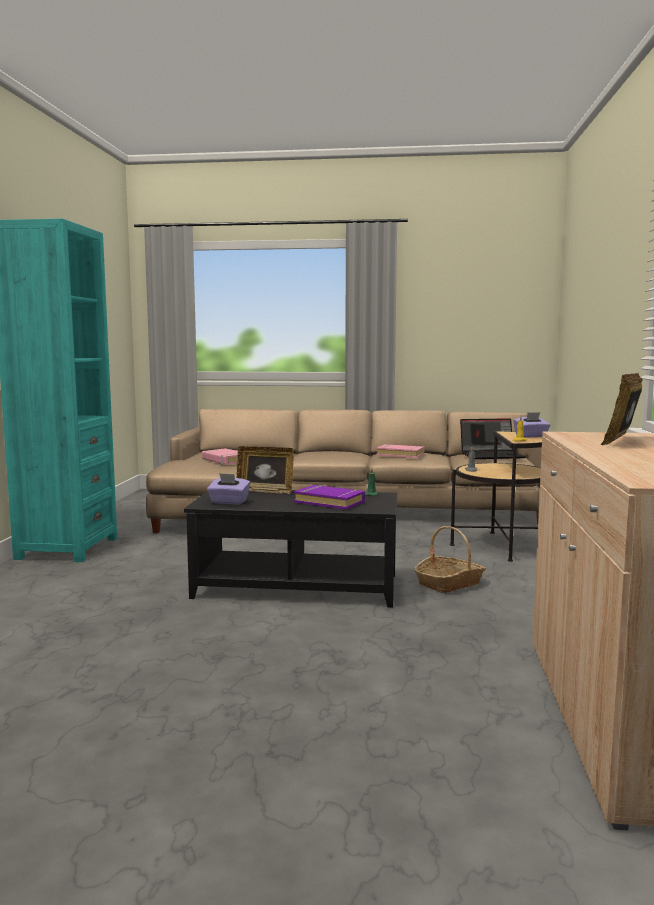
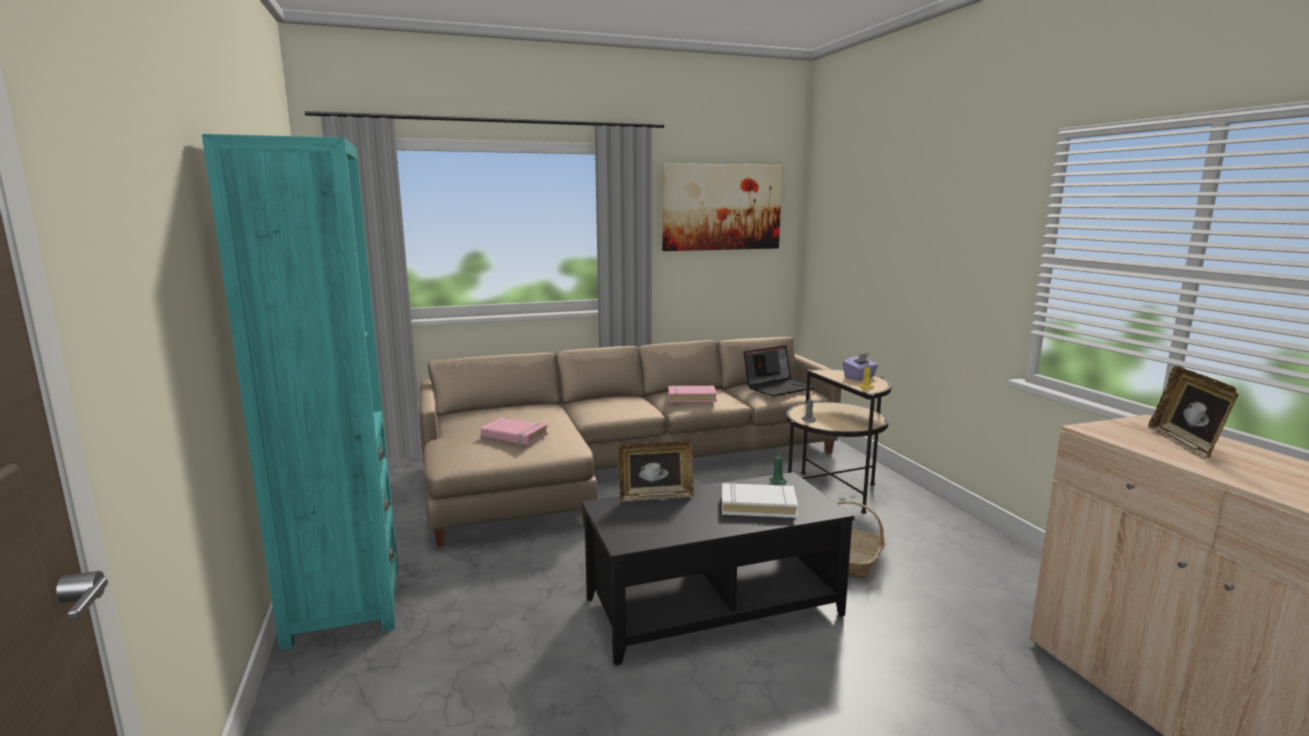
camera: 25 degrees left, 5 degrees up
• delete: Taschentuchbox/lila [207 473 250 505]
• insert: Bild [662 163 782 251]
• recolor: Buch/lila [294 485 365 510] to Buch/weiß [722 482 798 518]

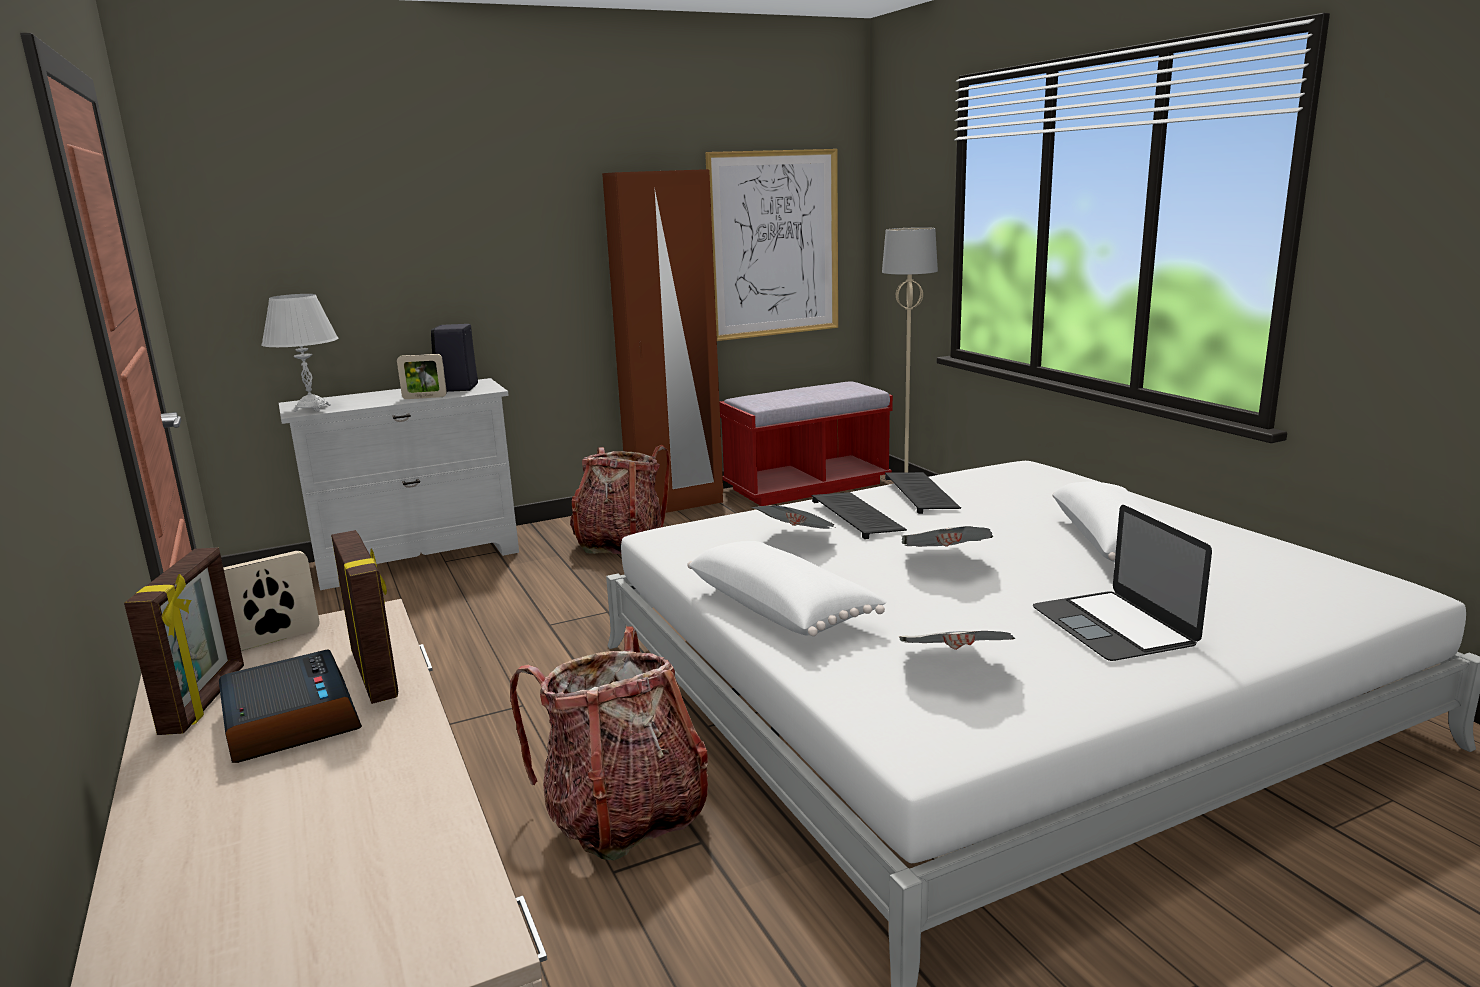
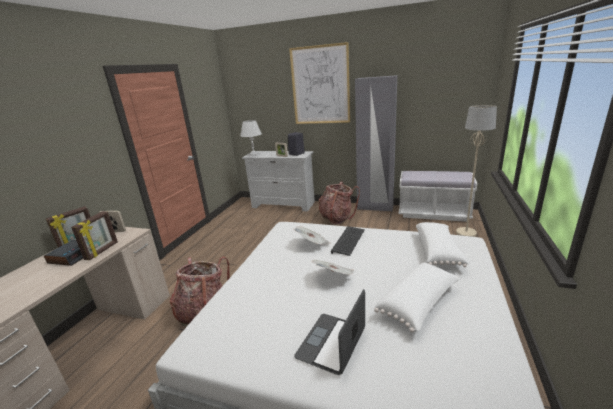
camera: 45 degrees right, 5 degrees up
• delete: Tastatur [885 472 961 514]
• delete: Zeitung [899 631 1016 650]
• move: Kissen/weiß [687 541 887 636] to [416 222 470 267]
• move: Bild [705 149 838 341] to [289 42 350 124]
• recolor: Kleiderschrank/braun [602 169 723 514] to Kleiderschrank/grau [355 75 397 212]
• recolor: Bank/rot [719 381 893 506] to Bank/weiß [399 171 477 222]

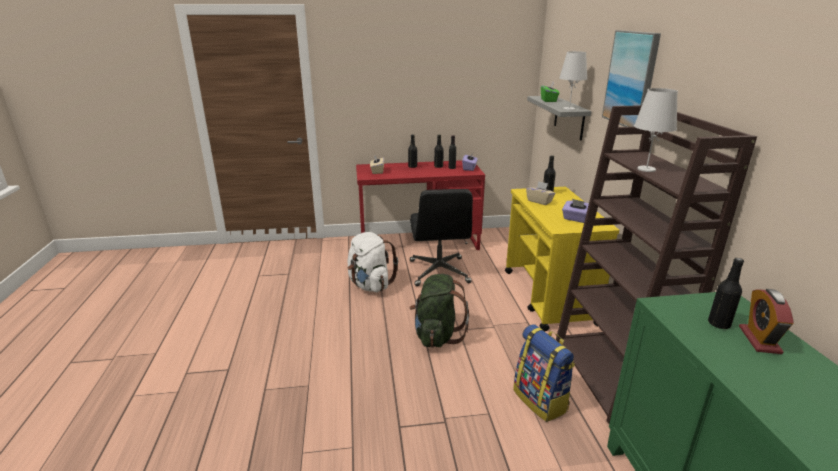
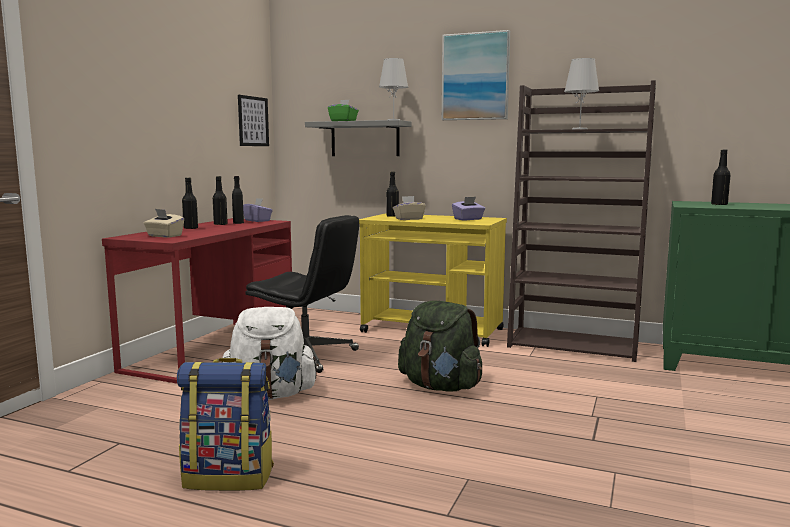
camera: 60 degrees left, 15 degrees down
• delete: Wecker [739 289 794 354]
• insert: Bild [238 95 269 146]
• move: Rucksack [513 324 575 422] to [177 358 274 491]

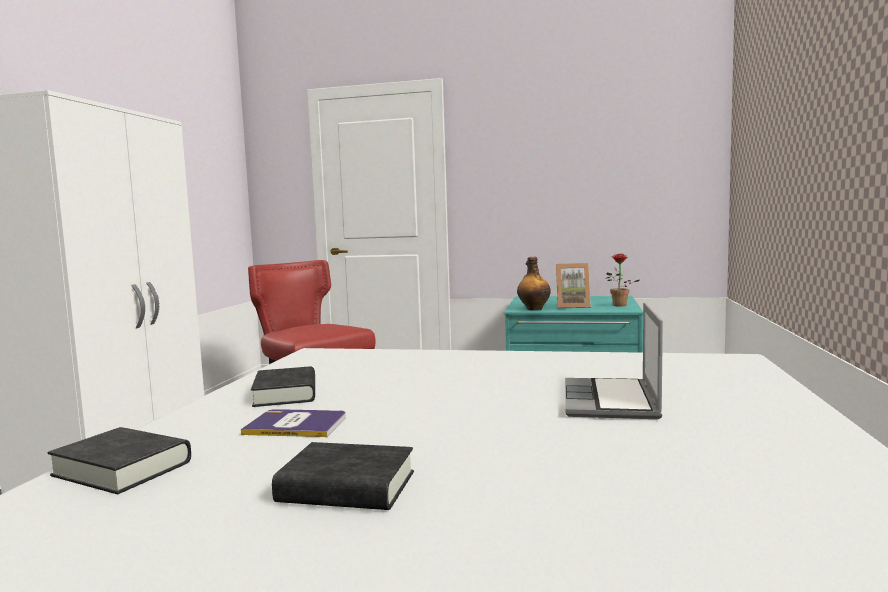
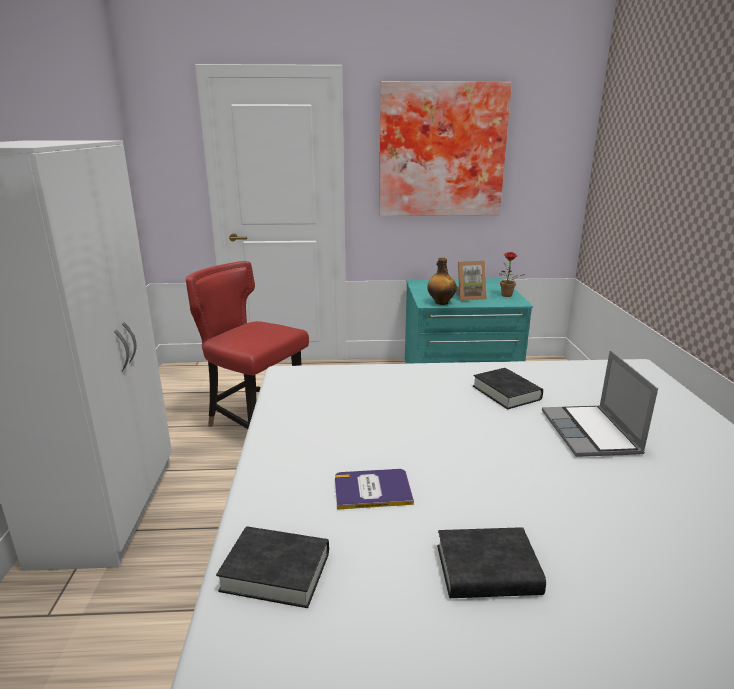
camera: 15 degrees left, 15 degrees up
• insert: Bild [379 81 512 216]
• move: Buch/schwarz [251 367 315 407] to [473 368 543 409]

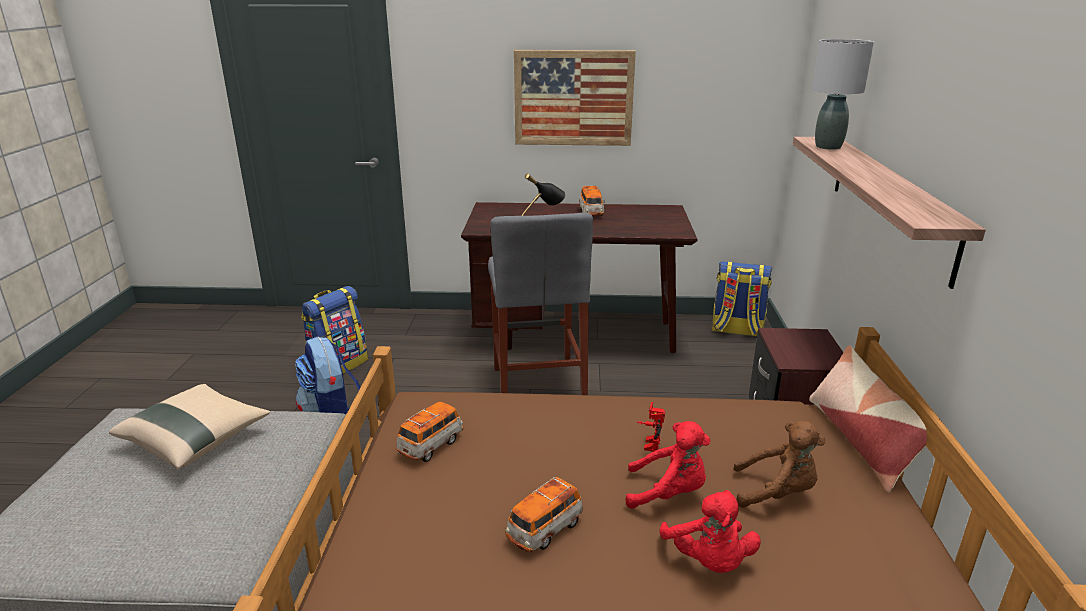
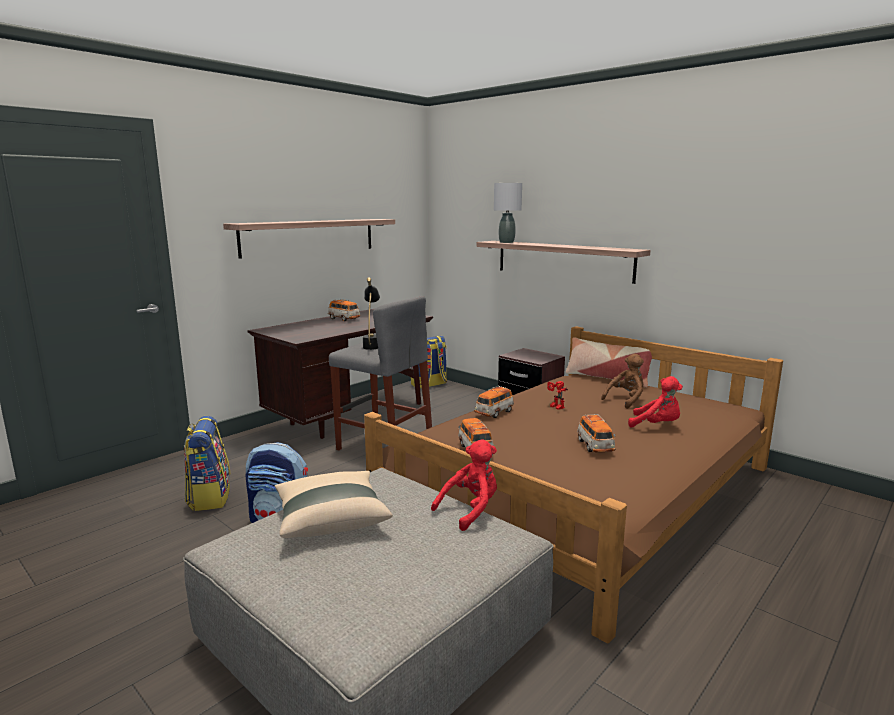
camera: 50 degrees left, 10 degrees down
• insert: Spielzeugauto [474 385 514 418]
• move: Plüschtier/rot [626 421 710 509] to [431 439 497 531]
• replace: Bild [514 50 636 146] to Wandregal [223 219 395 259]

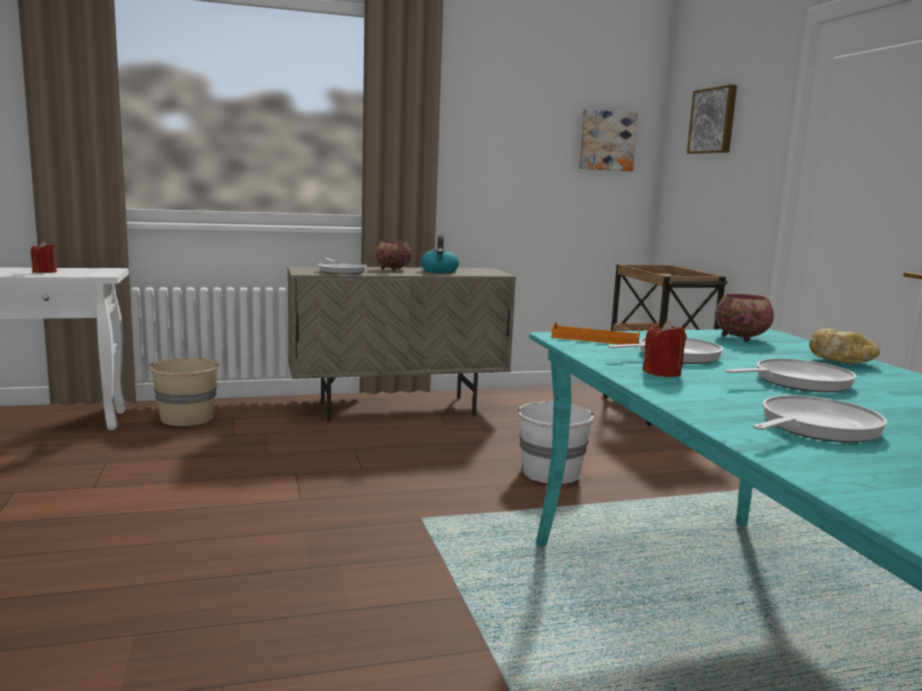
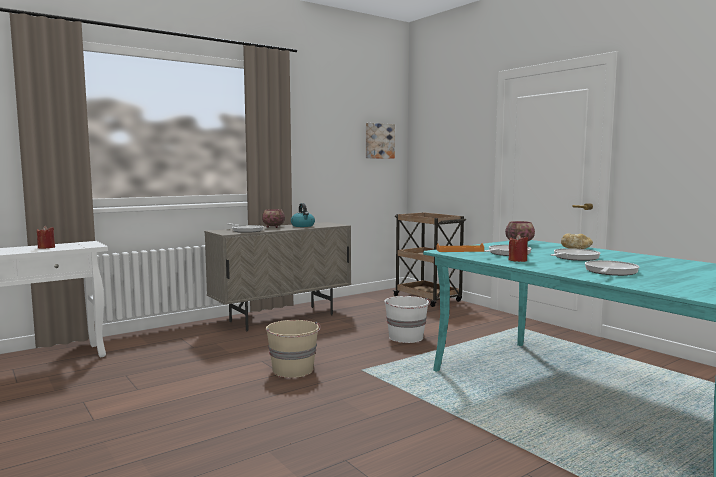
camera: 20 degrees left, 5 degrees down
• delete: Bild [687 84 737 154]
• move: Eimer/beige [148 358 219 426] to [266 320 321 378]

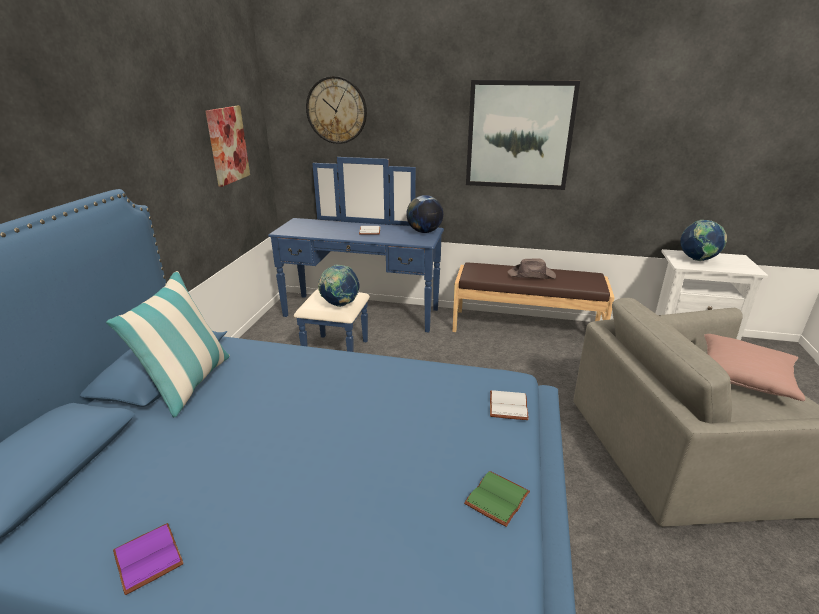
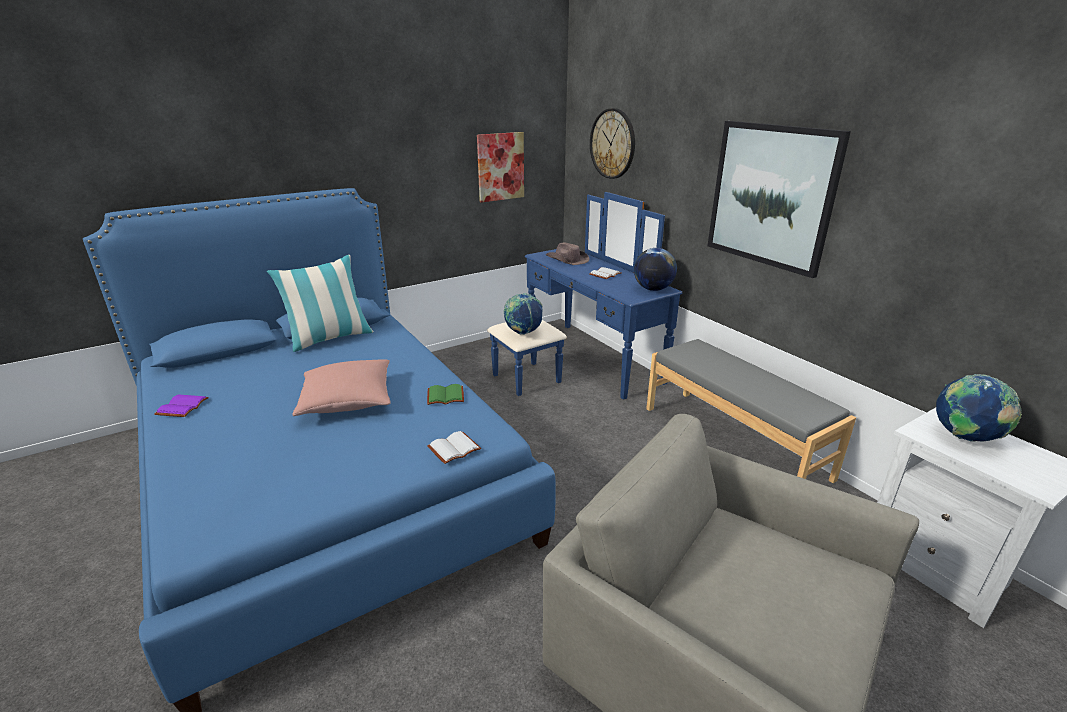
camera: 45 degrees right, 0 degrees up
• move: Buch/grün [464 471 530 527] to [427 384 464 405]
• move: Hut/braun [508 258 556 279] to [545 242 590 265]
• move: Kissen/rosa [704 334 806 401] to [292 359 391 416]
• recolor: Bank/braun [452 262 615 332] to Bank/grau [646 339 856 483]

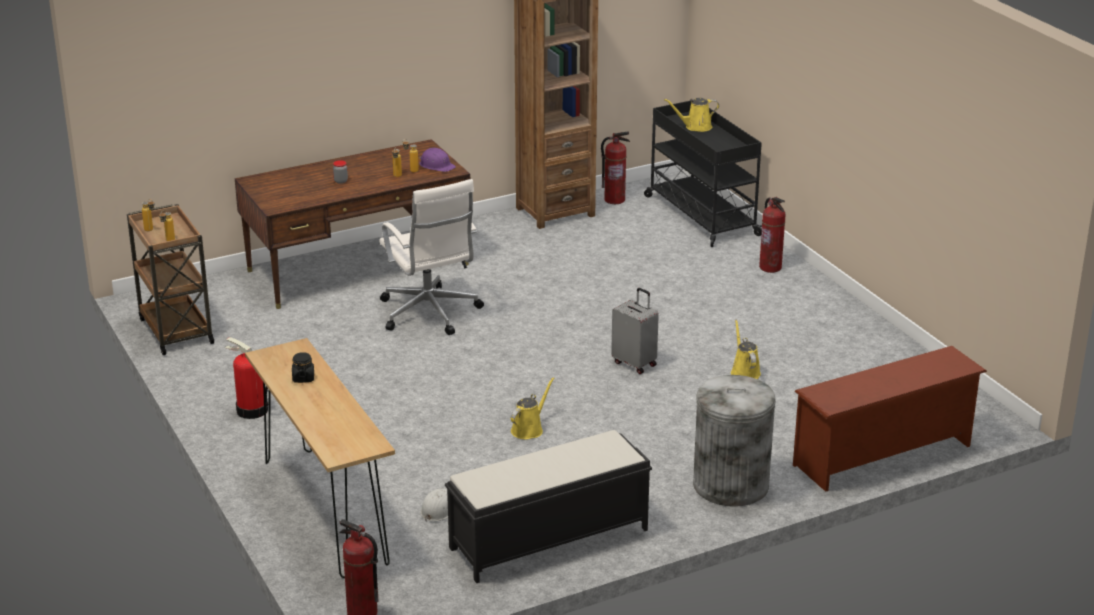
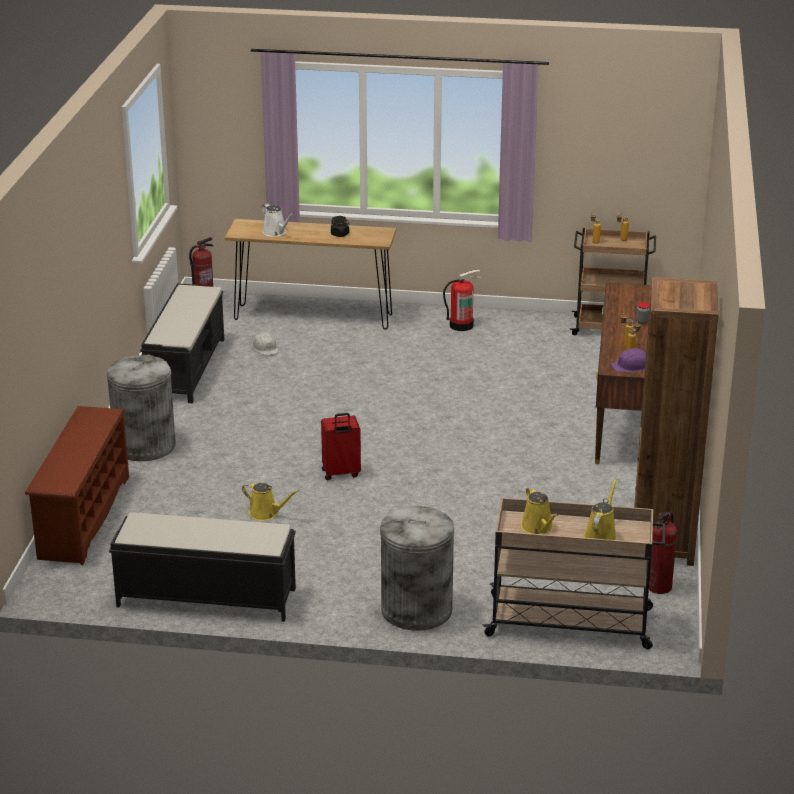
camera: 125 degrees right, 0 degrees up
• delete: Bürostuhl/weiß [379 179 484 335]
• insert: Bank/schwarz [109 512 296 622]
• insert: Gießkanne/weiß [262 203 294 237]
• move: Gießkanne/gelb [511 377 555 439] to [521 487 558 534]
• replace: Feuerlöscher [759 197 785 273] to Mülleimer/grau [380 506 454 631]
• recolor: Koffer/grau [611 288 659 374] to Koffer/rot [321 413 361 480]
• recolor: Rollwagen/schwarz [644 101 762 247] to Rollwagen/beige [483 498 665 650]

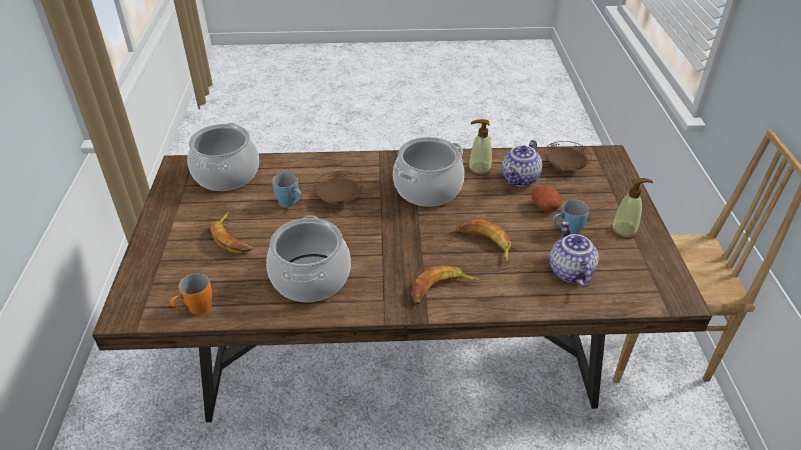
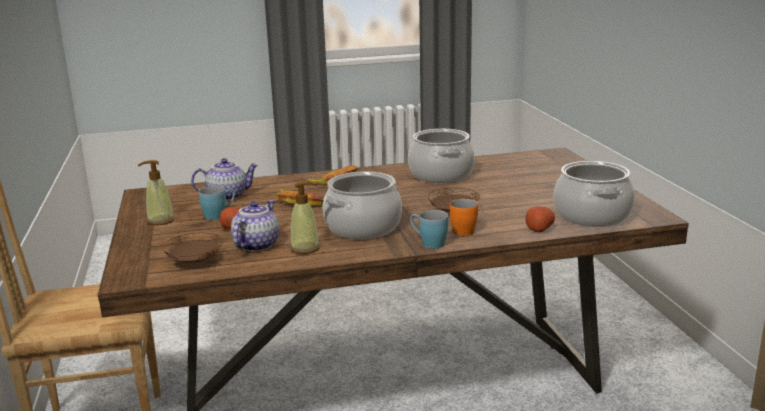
camera: 170 degrees right, 20 degrees down
• delete: Banane [210 212 252 254]
• insert: Kartoffel [525 206 555 232]
• move: Henkelbecher/orange [170 273 212 314] to [450 199 478 236]
• move: Henkelbecher/blau [272 172 302 207] to [410 210 448 249]
• rotate: Teekanne [550 221 599 288] = [191 158 258 201] 90 degrees counterclockwise

